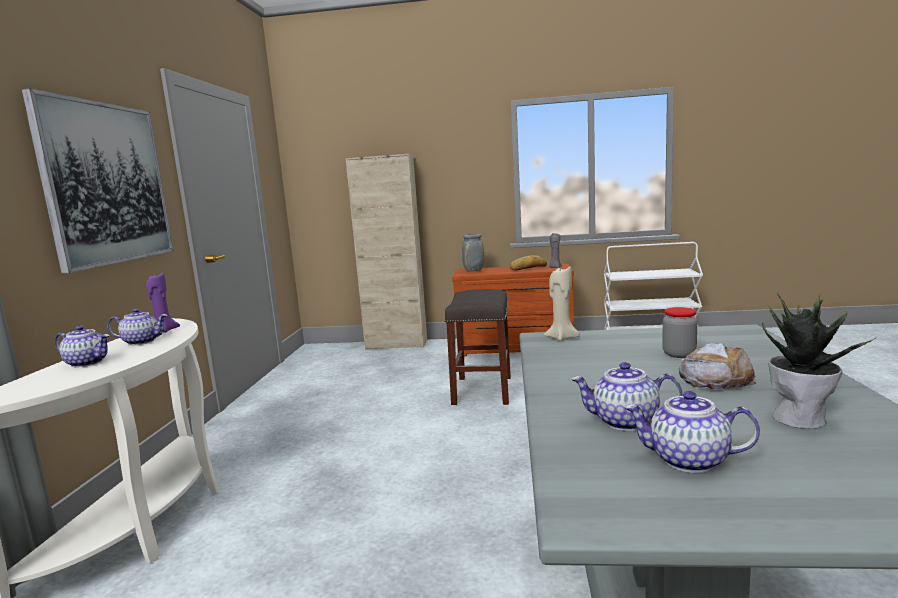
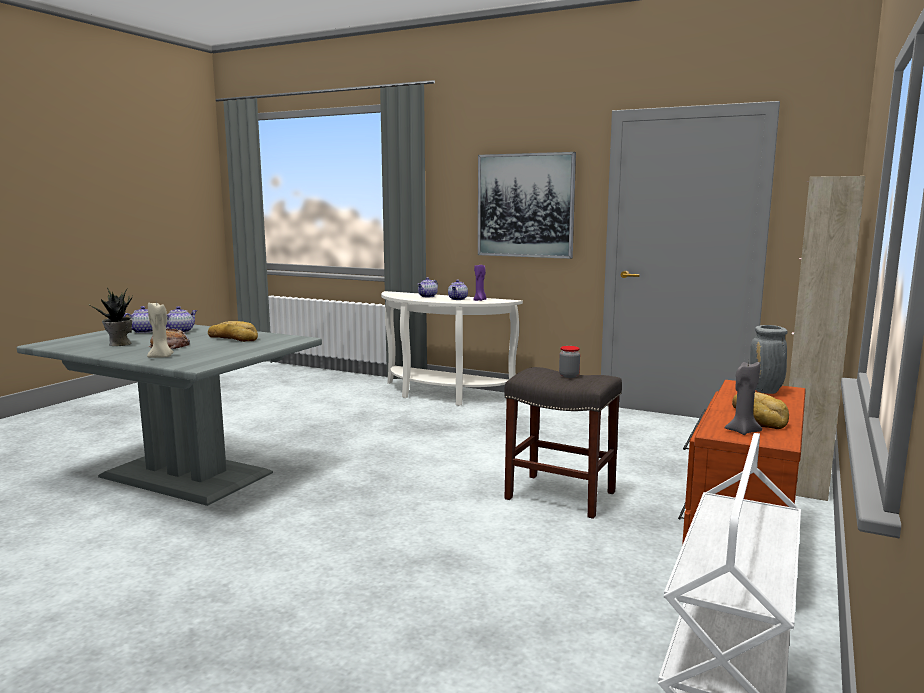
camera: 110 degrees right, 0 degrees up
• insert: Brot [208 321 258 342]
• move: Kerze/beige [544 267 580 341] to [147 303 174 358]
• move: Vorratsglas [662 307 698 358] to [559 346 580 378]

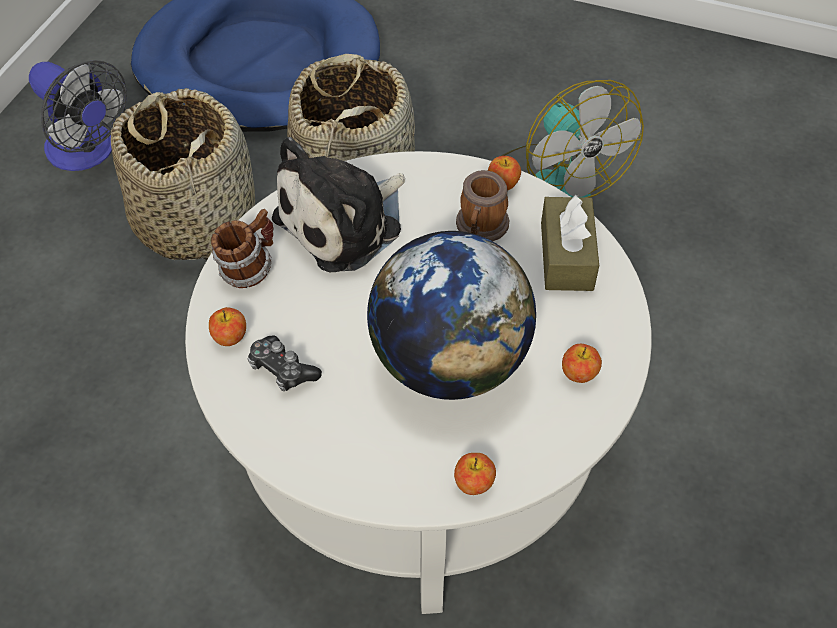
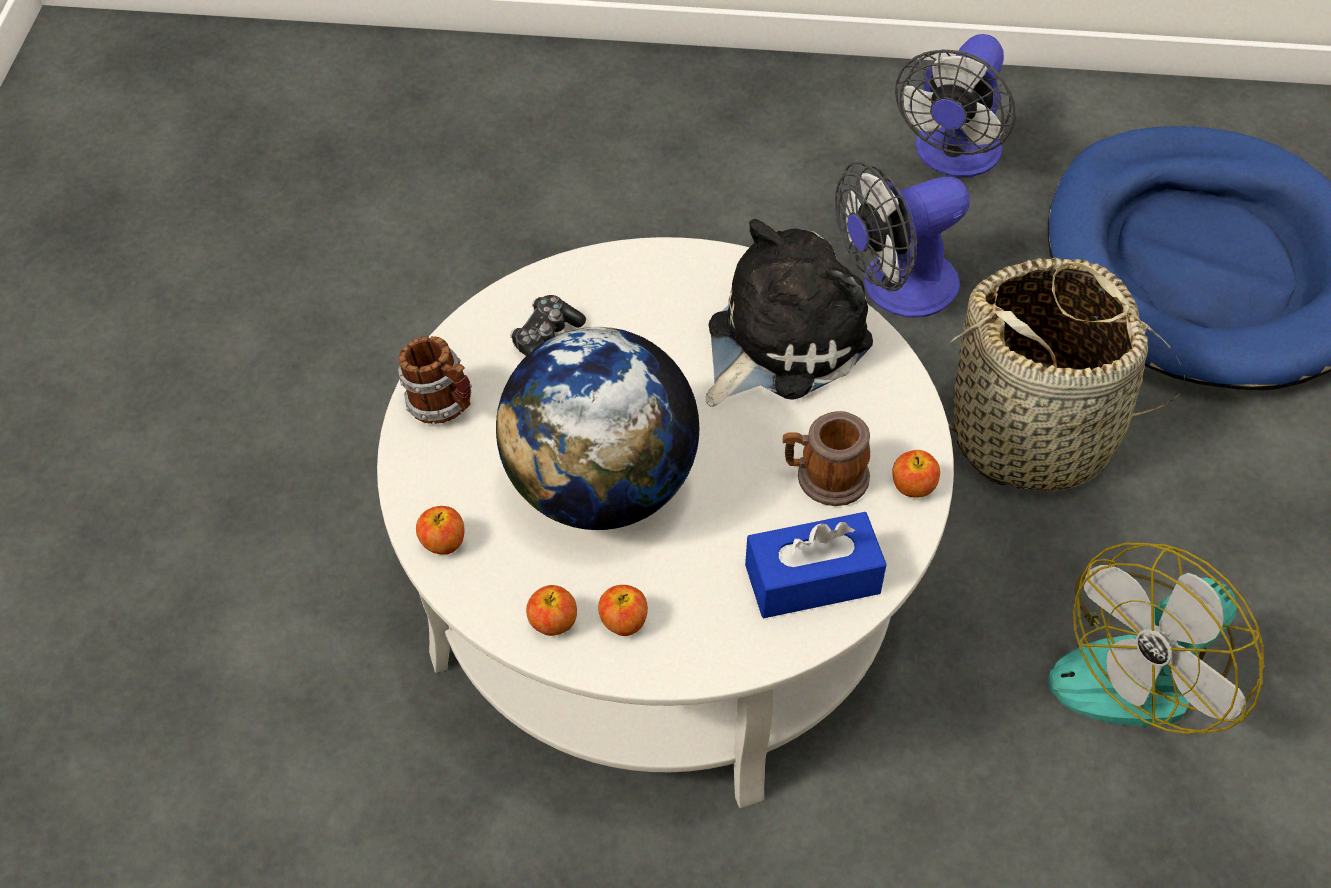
camera: 75 degrees right, 0 degrees up
• move: Apfel [209 307 246 346] to [526 585 577 636]
• move: Henkelbecher [211 209 273 288] to [398 336 472 424]
• replace: Korb [111 88 255 260] to Ventilator [835 161 970 318]
• recolor: Taschentuchbox/braun [541 194 599 291] to Taschentuchbox/blau [745 512 887 618]
• rotate: Plüschtier [272 137 405 272] = [705 219 873 407] 105 degrees clockwise

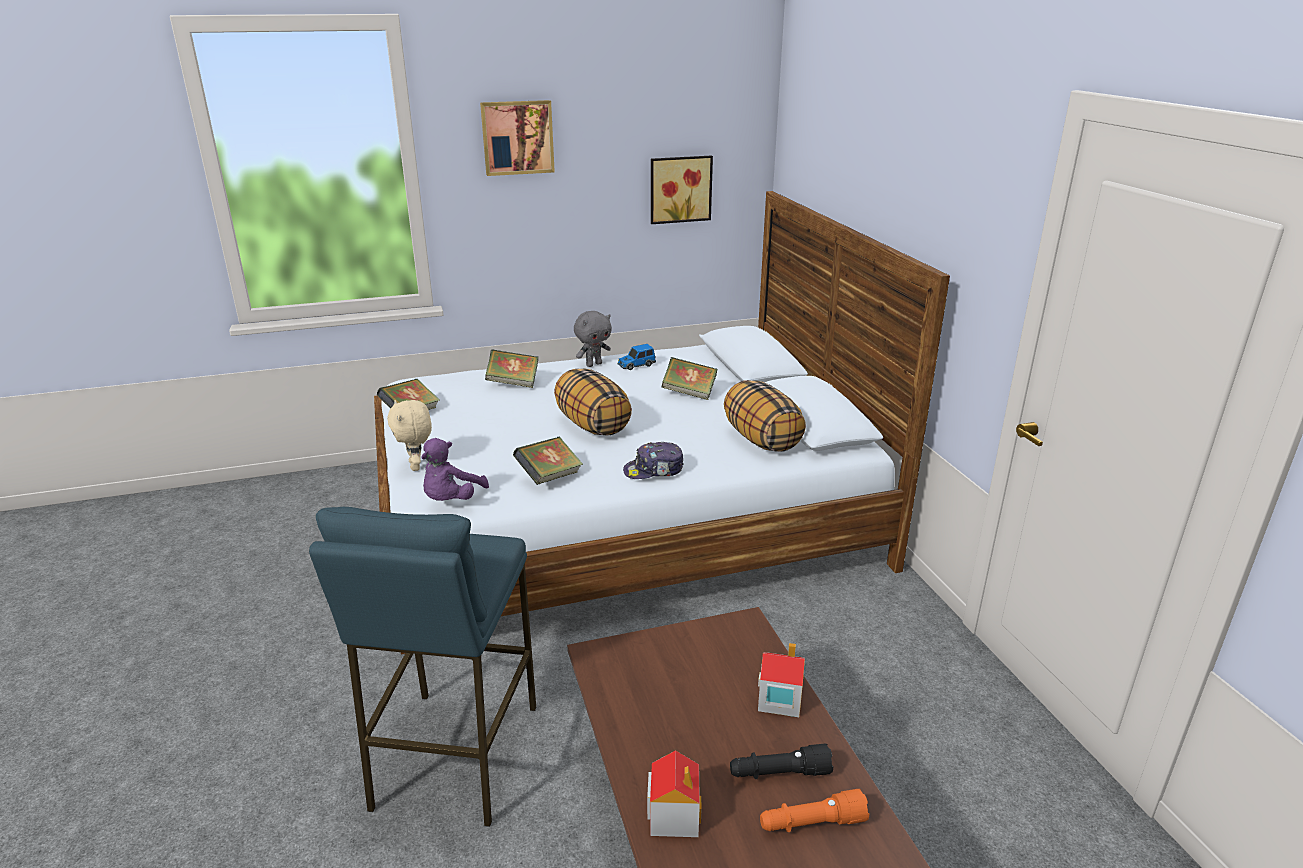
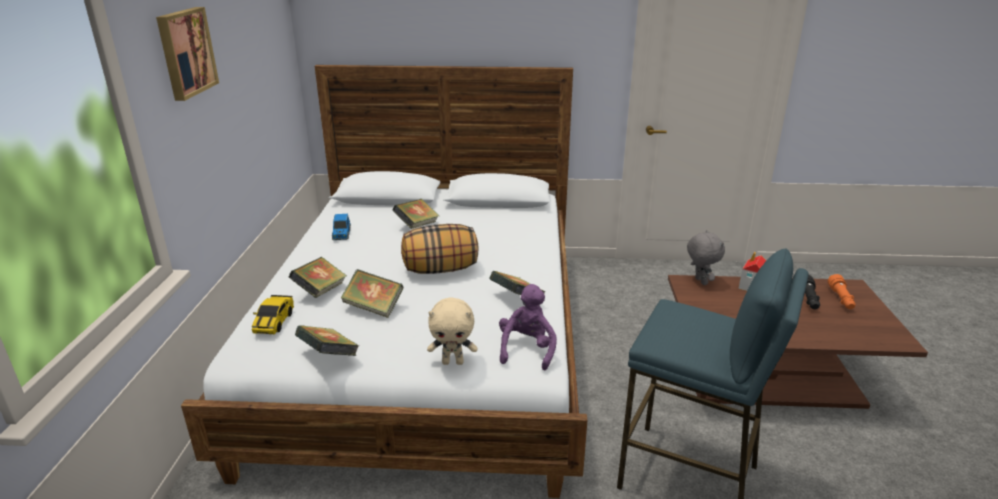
camera: 70 degrees left, 0 degrees up
• delete: Kappe [623 442 684 479]
• delete: Spielzeughaus [647 750 701 837]
• delete: Bild [651 155 713 224]
• delete: Kissen [724 380 806 452]
• insert: Spielzeugauto [252 295 294 334]
• insert: Buch [341 269 403 318]
• move: Plüschtier/grau [574 311 612 367] to [687 230 725 285]
• rotate: Plüschtier/lila [421 438 489 501] = [499 284 557 370] 120 degrees counterclockwise

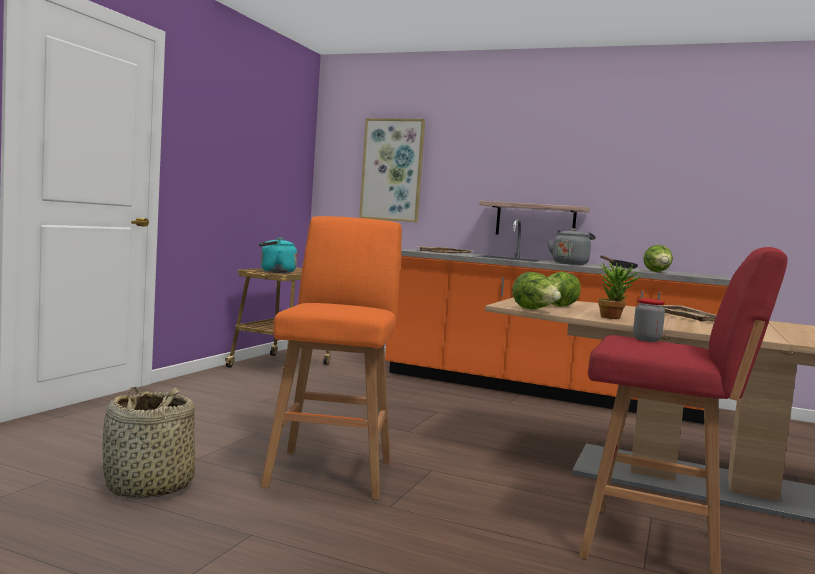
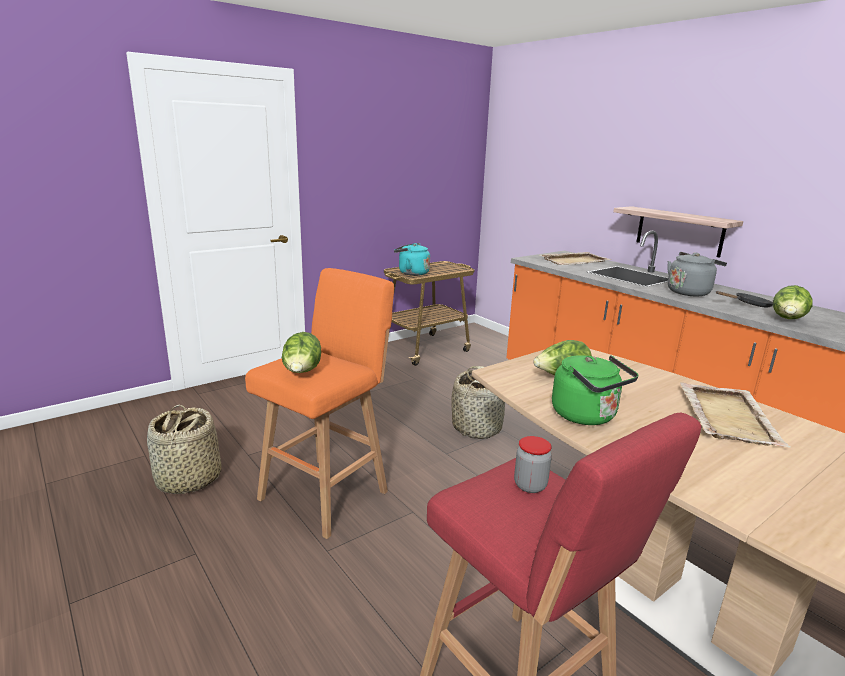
camera: 30 degrees right, 15 degrees up
• delete: Bild [359 118 425 222]
• insert: Korb [451 366 505 439]
• move: Salatkopf [512 272 561 310] to [282 332 321 373]
• replace: Topfpflanze [598 262 642 319] to Wasserkessel/grün [552 355 639 425]

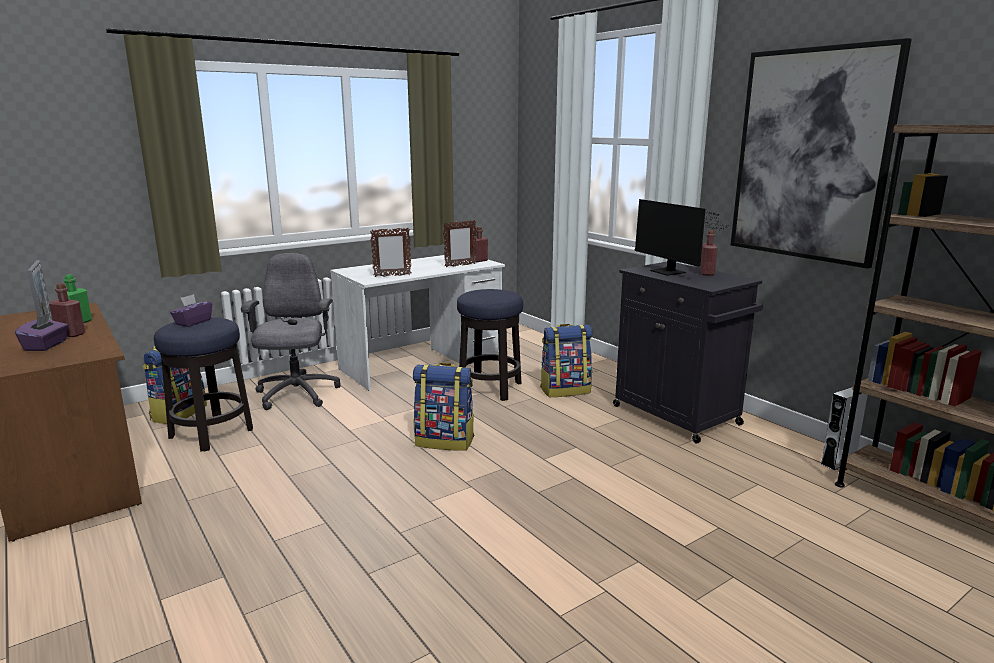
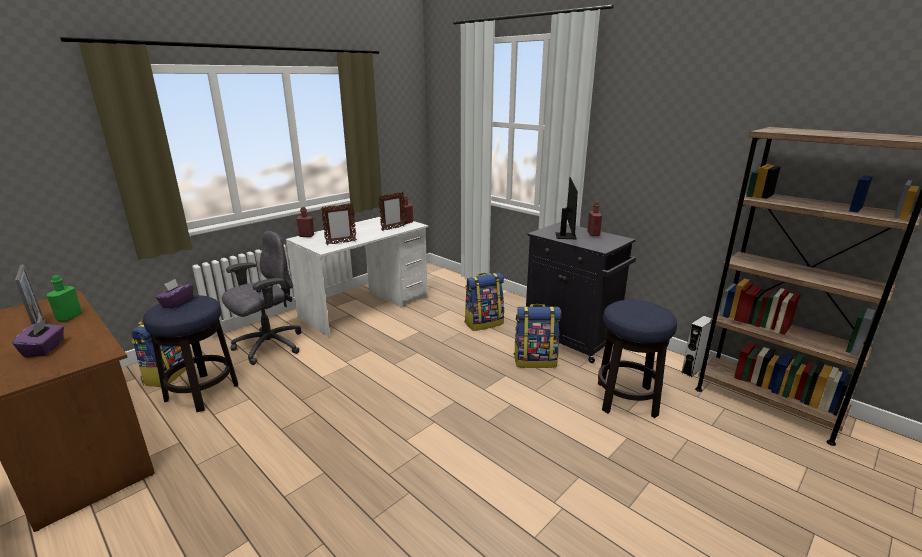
camera: 10 degrees left, 5 degrees up
• delete: Bild [731 38 912 269]
• move: Flasche/rot [49 283 85 337] to [296 207 314 237]
• move: Rucksack [413 363 474 451] to [514 304 561 368]
• move: Hocker [457 289 523 401] to [598 300 677 418]
• rotate: Bürostuhl/grau [241 253 341 410] = [222 231 302 365] 60 degrees clockwise
• rotate: Monitor [635 199 728 276] = [556 177 578 239] 135 degrees counterclockwise

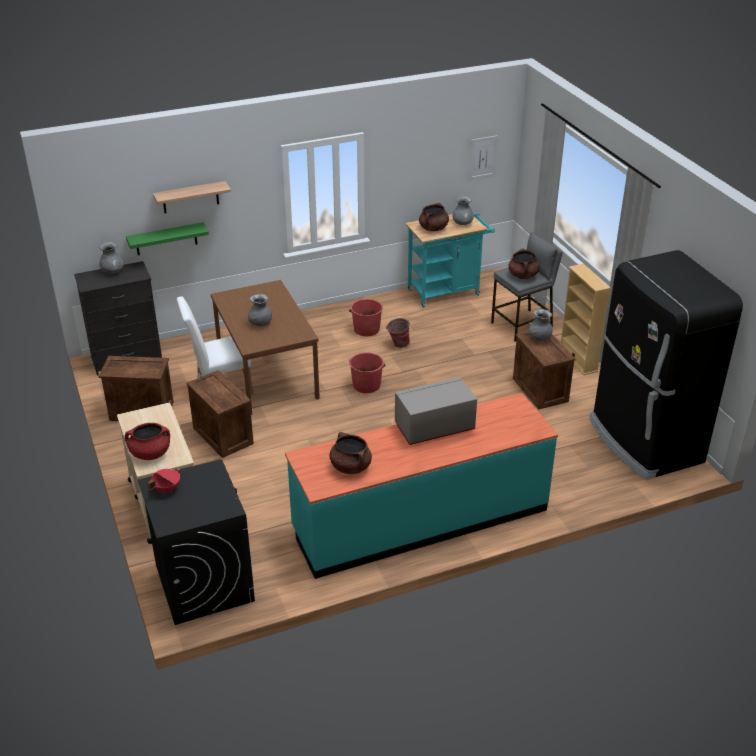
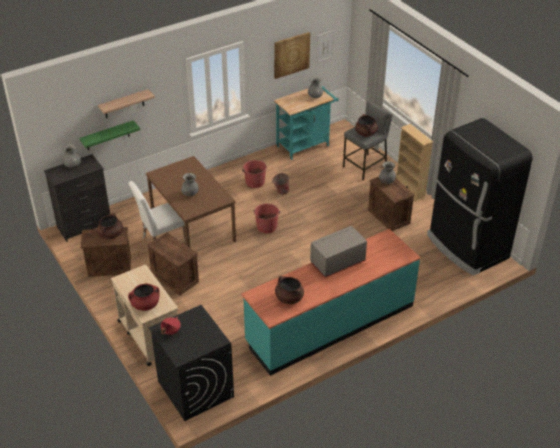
camera: 10 degrees left, 5 degrees up
• insert: Bild [274 32 310 79]
• move: Kochtopf/braun [419 203 449 231] to [97 213 123 239]

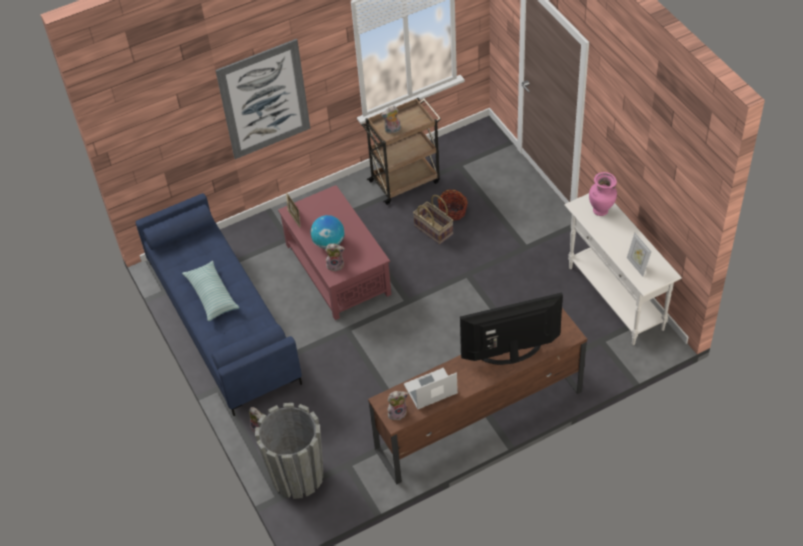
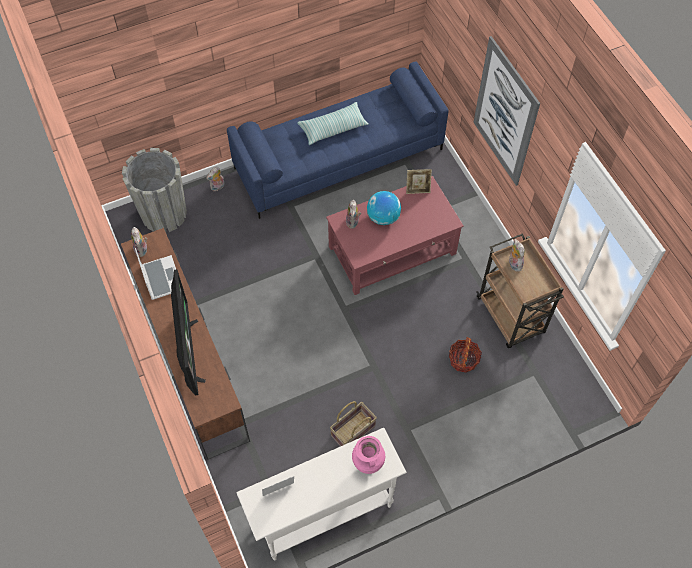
camera: 90 degrees right, 10 degrees up
• move: Korb [413 195 453 245] to [330 401 377 446]

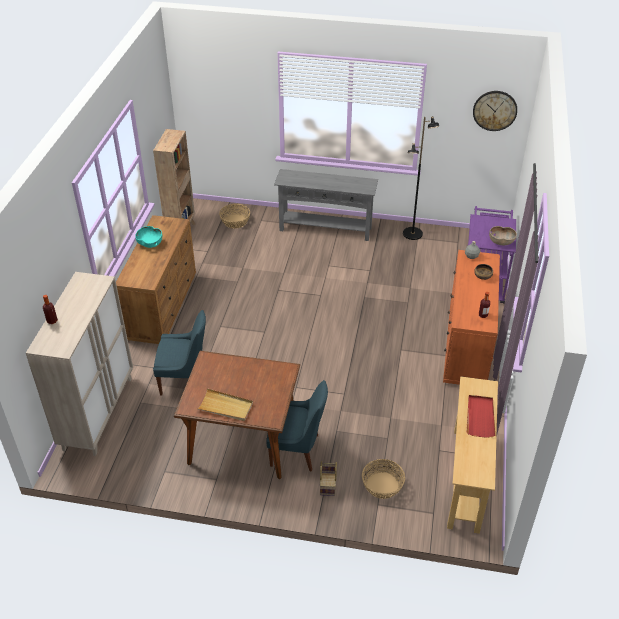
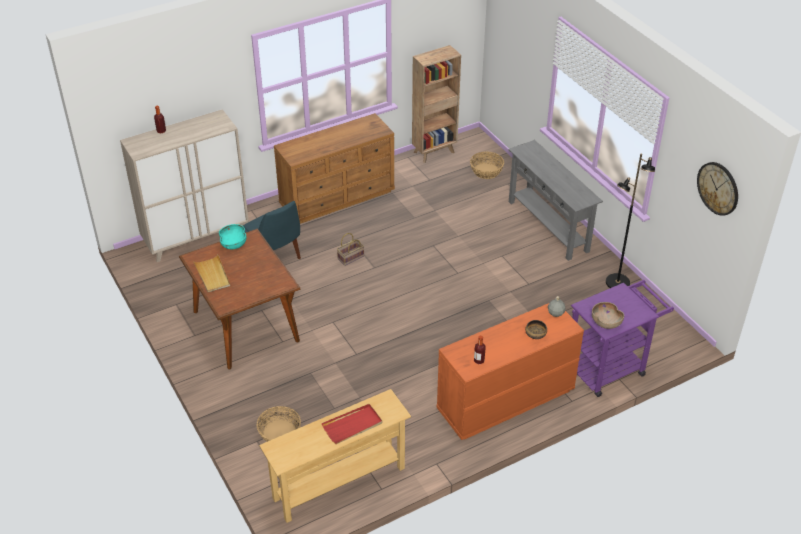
camera: 50 degrees right, 0 degrees up
• delete: Stuhl/blau [266 380 328 471]
• move: Schüssel/türkis [135 226 162 248] to [219 224 247 249]
• move: Korb [320 461 337 496] to [337 233 364 266]

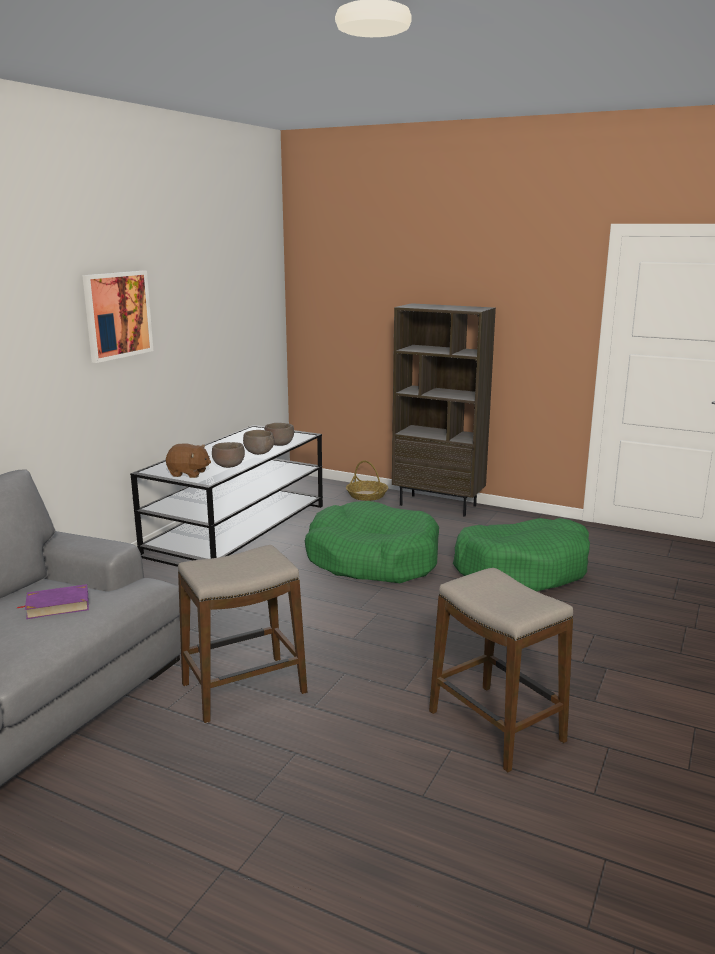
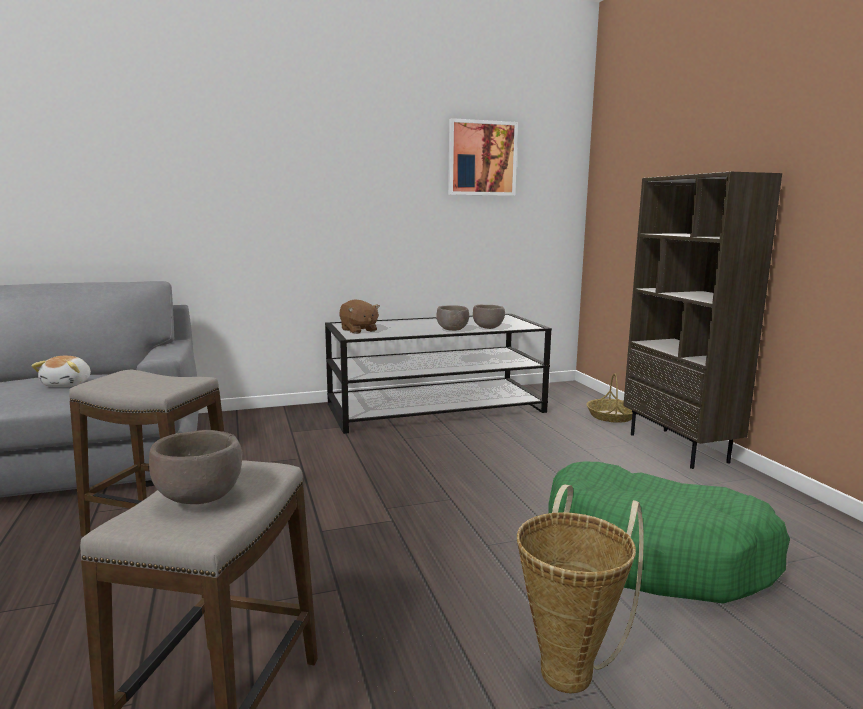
camera: 45 degrees right, 5 degrees down
• delete: Hundebett/grün [305 501 439 583]
• insert: Korb [517 484 644 693]
• move: Bild [82 271 153 363] to [448 118 518 196]
• move: Schüssel/braun [212 442 245 468] to [149 430 243 504]
• replace: Buch/lila [17 584 89 619] to Plüschtier [31 356 91 387]

